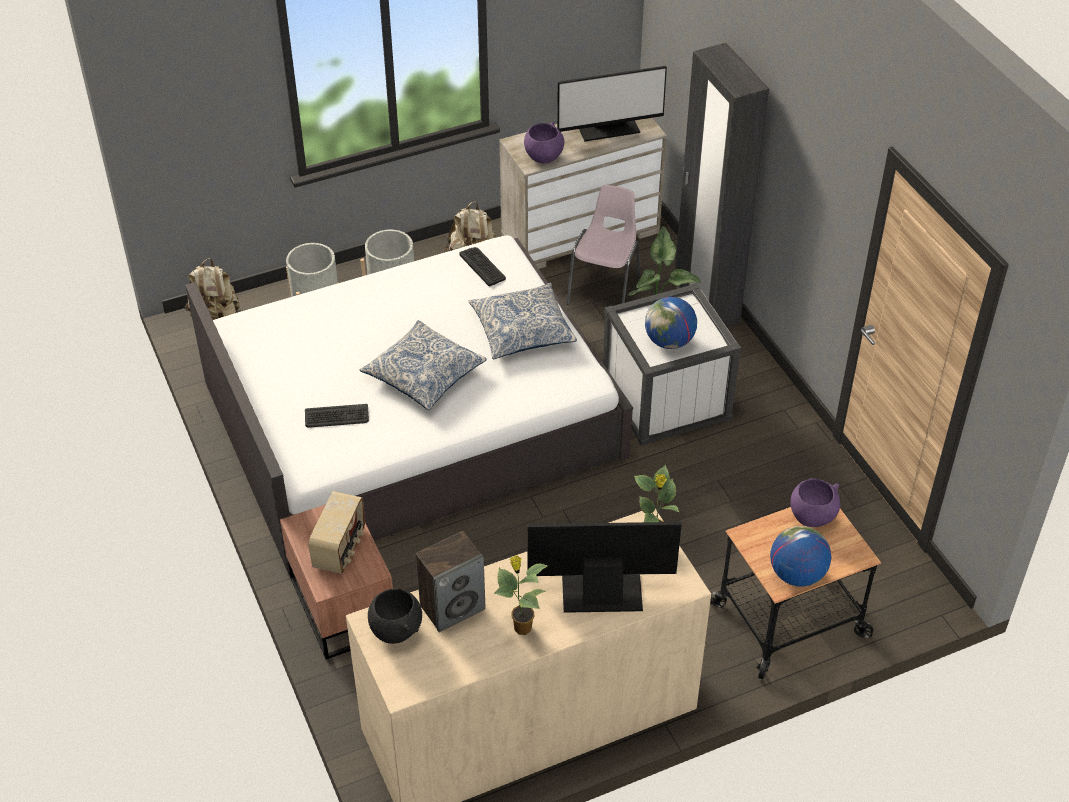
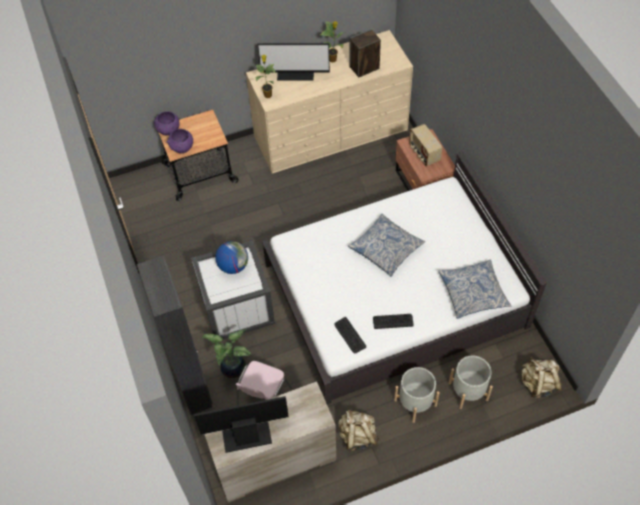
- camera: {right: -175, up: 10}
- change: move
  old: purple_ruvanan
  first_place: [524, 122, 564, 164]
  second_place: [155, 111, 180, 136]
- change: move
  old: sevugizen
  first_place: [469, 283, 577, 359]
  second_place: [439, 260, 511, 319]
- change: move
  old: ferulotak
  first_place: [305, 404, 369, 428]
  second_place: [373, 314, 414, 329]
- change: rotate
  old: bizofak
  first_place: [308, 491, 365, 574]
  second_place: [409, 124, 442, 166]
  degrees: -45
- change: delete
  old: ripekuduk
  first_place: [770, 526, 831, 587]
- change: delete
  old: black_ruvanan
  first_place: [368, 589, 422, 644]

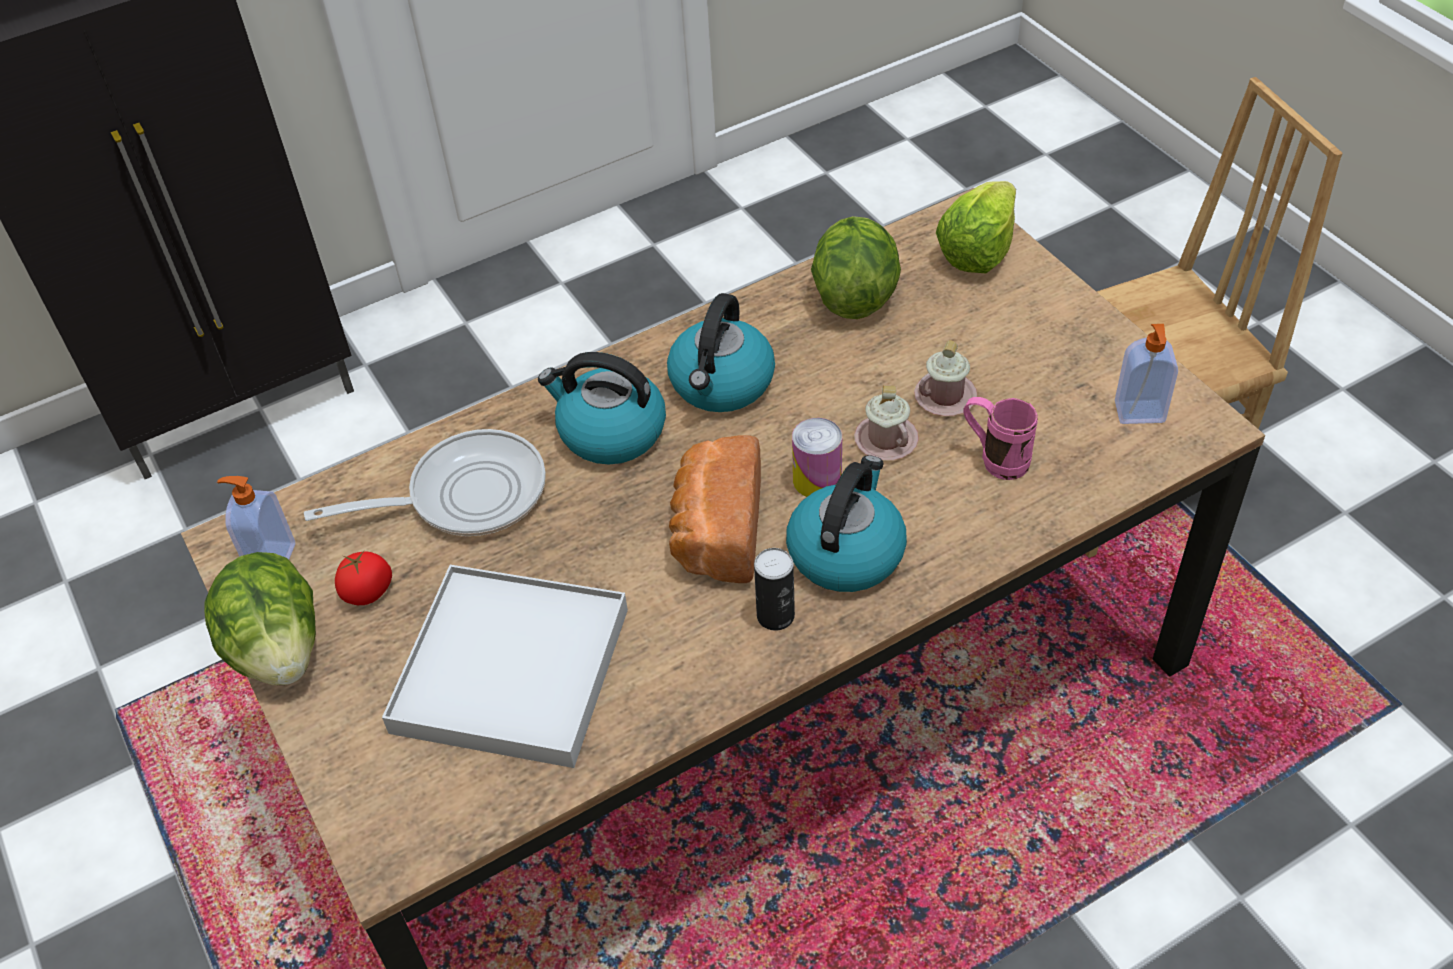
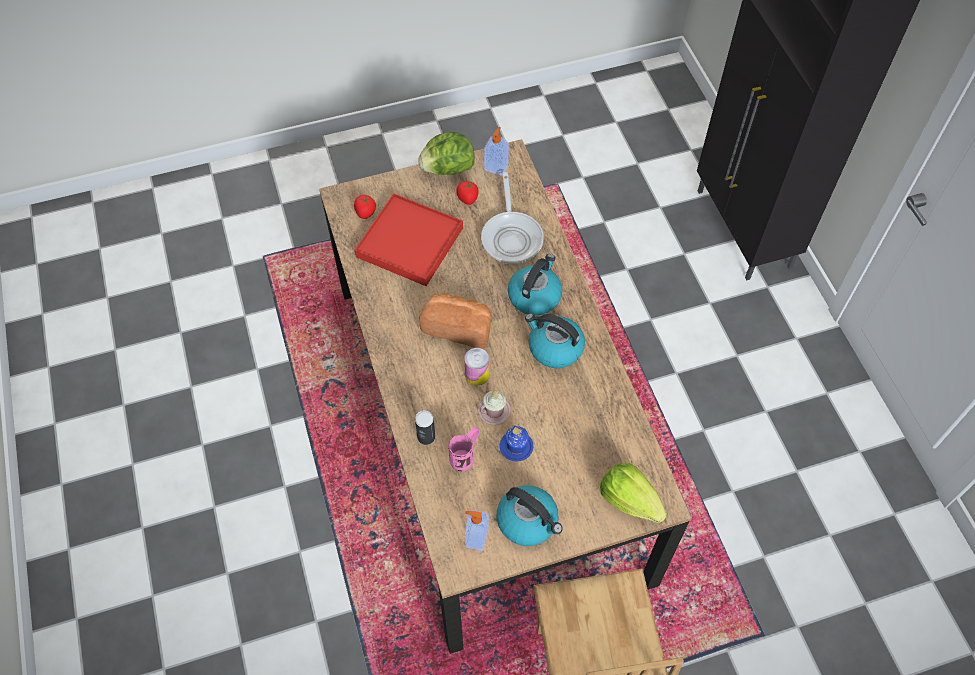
- camera: {right: 100, up: 10}
- change: delete
  old: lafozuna
  first_place: [811, 216, 901, 319]
- change: recolor
  old: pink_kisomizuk
  new: blue_kisomizuk
  first_place: [914, 340, 977, 416]
  second_place: [500, 426, 534, 461]
- change: move
  old: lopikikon
  first_place: [786, 455, 907, 592]
  second_place: [497, 485, 563, 546]
- change: move
  old: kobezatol
  first_place: [754, 548, 795, 631]
  second_place: [415, 410, 435, 445]
- change: recolor
  old: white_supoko
  new: red_supoko
  first_place: [382, 565, 628, 768]
  second_place: [355, 193, 463, 286]
- change: insert
  new: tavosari
  second_place: [354, 195, 376, 219]

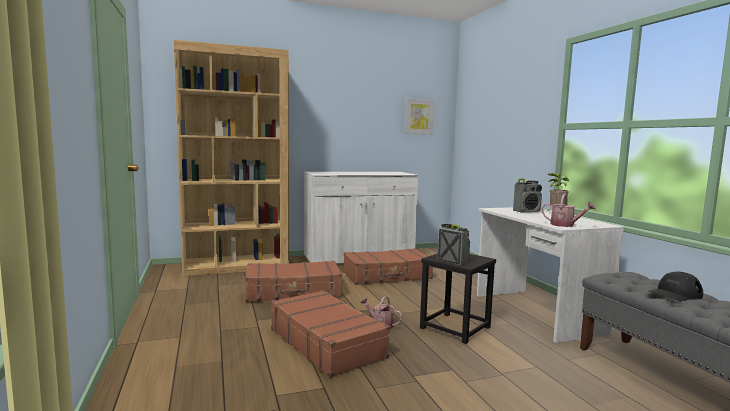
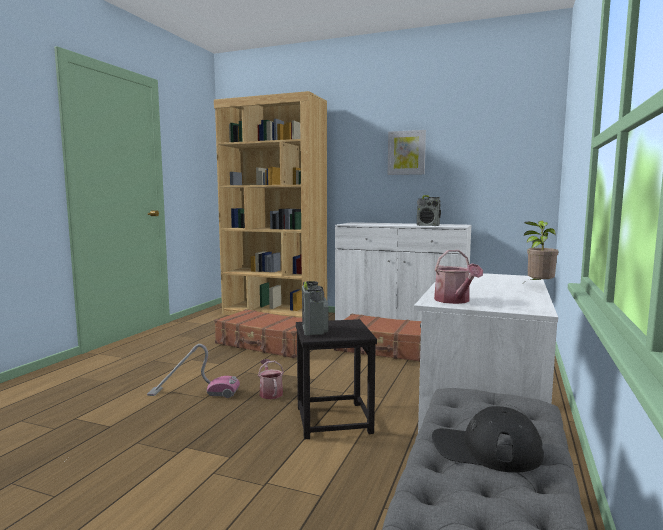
- camera: {right: 40, up: 0}
- change: move
  old: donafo
  first_place: [405, 98, 434, 134]
  second_place: [388, 130, 426, 175]
- change: move
  old: bizofak
  first_place: [513, 178, 542, 213]
  second_place: [417, 195, 441, 226]
- change: replace
  old: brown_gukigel
  new: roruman
  first_place: [271, 290, 390, 378]
  second_place: [147, 344, 240, 398]

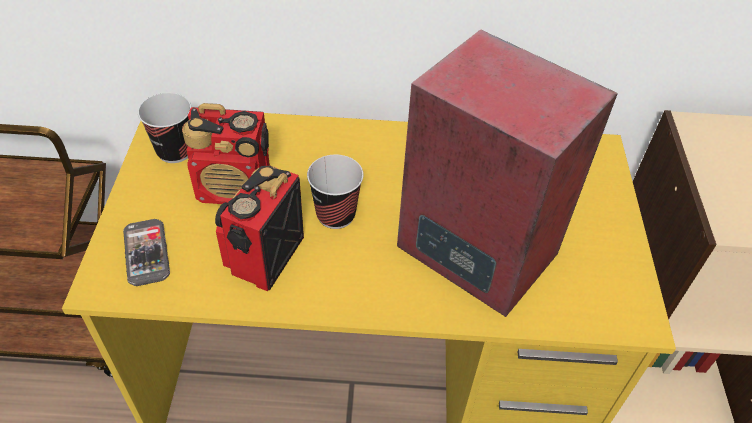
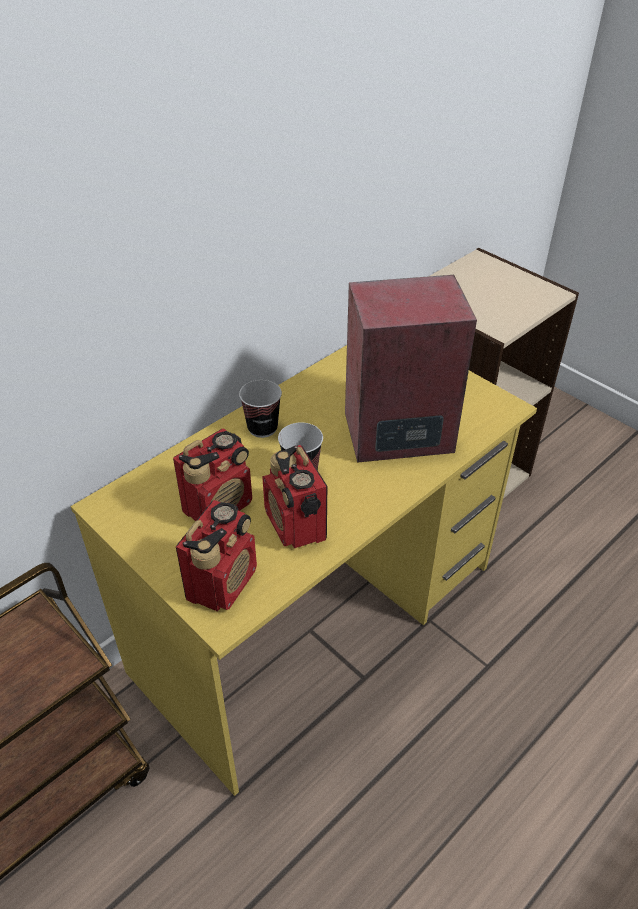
- camera: {right: -45, up: -5}
- change: move
  old: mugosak
  first_place: [138, 93, 191, 163]
  second_place: [239, 380, 282, 438]
- change: replace
  old: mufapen
  new: bizofak
  first_place: [123, 219, 170, 286]
  second_place: [176, 500, 257, 612]

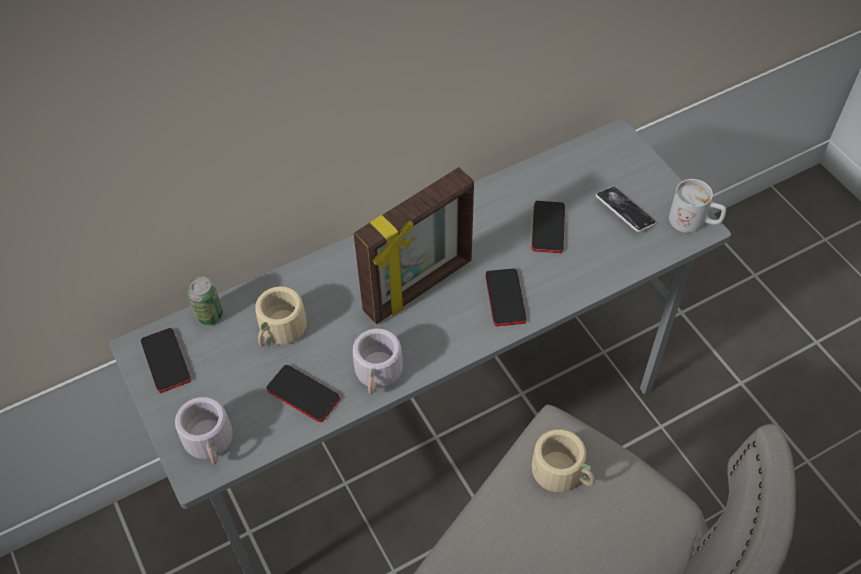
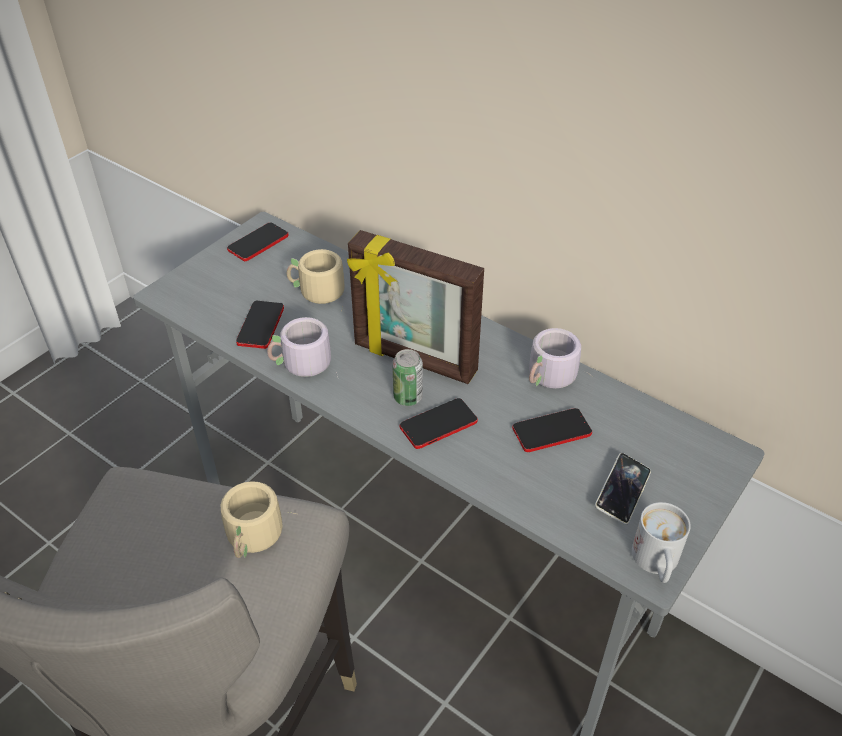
- camera: {right: 65, up: -10}
- change: move
  old: kobezatol
  first_place: [187, 276, 223, 326]
  second_place: [392, 349, 423, 406]
- change: move
  old: grey_kisomizuk
  first_place: [175, 397, 233, 465]
  second_place: [529, 328, 591, 389]

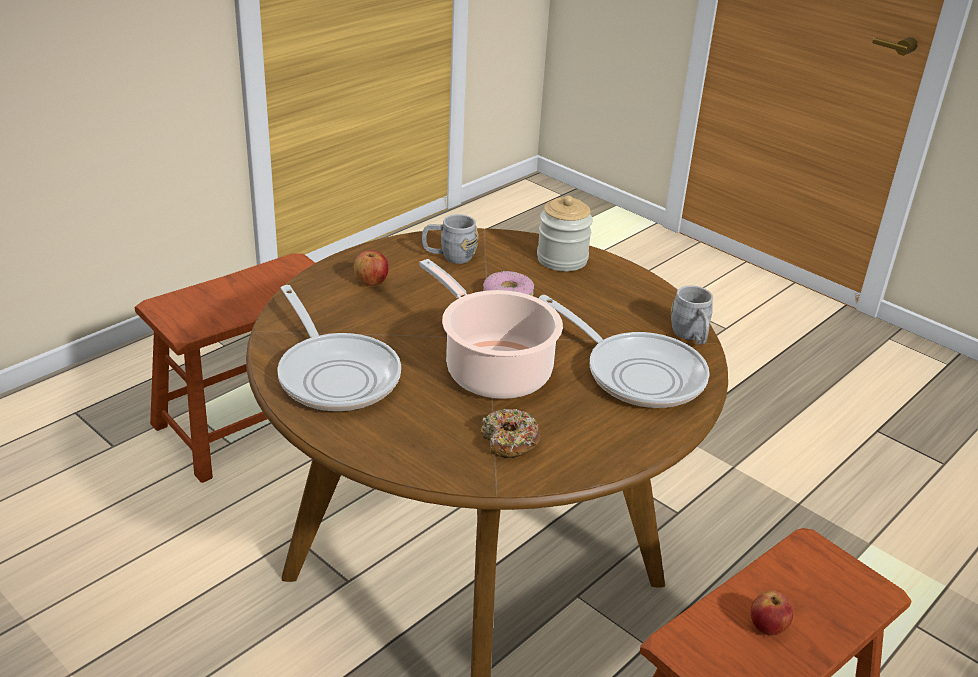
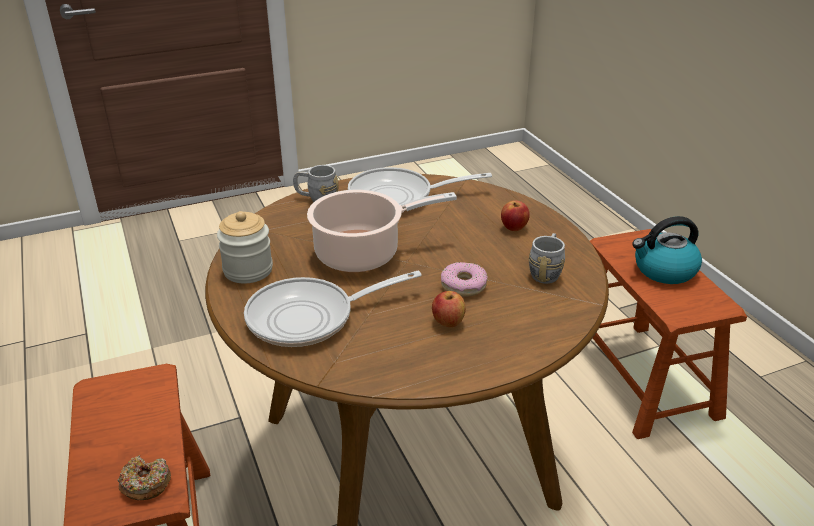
- camera: {right: 115, up: 0}
- change: move
  old: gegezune
  first_place: [537, 195, 593, 271]
  second_place: [217, 211, 273, 284]
- change: move
  old: grey_kisomizuk
  first_place: [671, 286, 713, 345]
  second_place: [293, 165, 339, 203]
- change: move
  old: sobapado
  first_place: [480, 409, 541, 458]
  second_place: [118, 455, 171, 500]
- change: move
  old: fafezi
  first_place: [750, 590, 794, 636]
  second_place: [432, 291, 466, 327]
- change: insert
  new: lopikikon
  second_place: [632, 216, 702, 284]

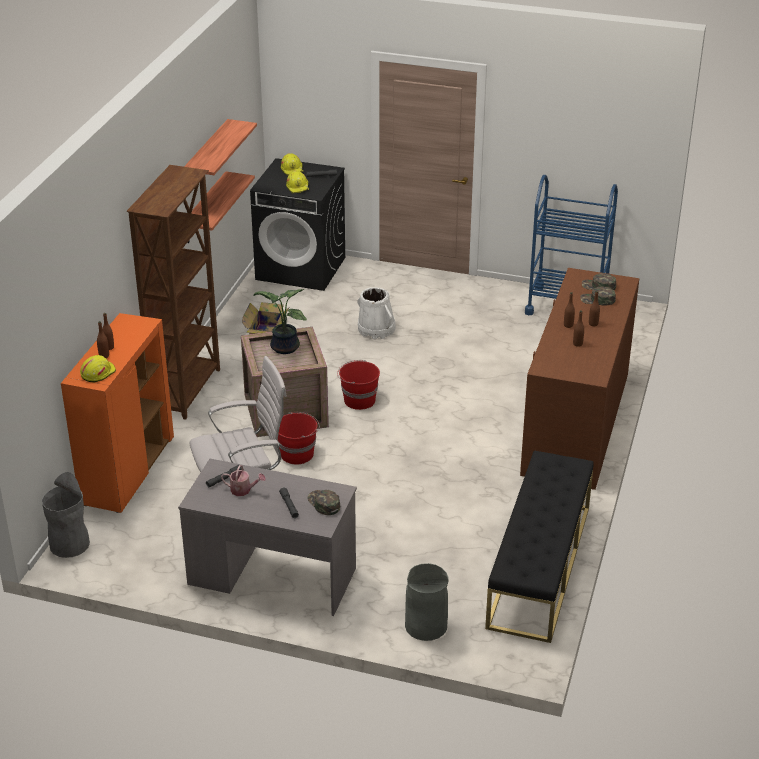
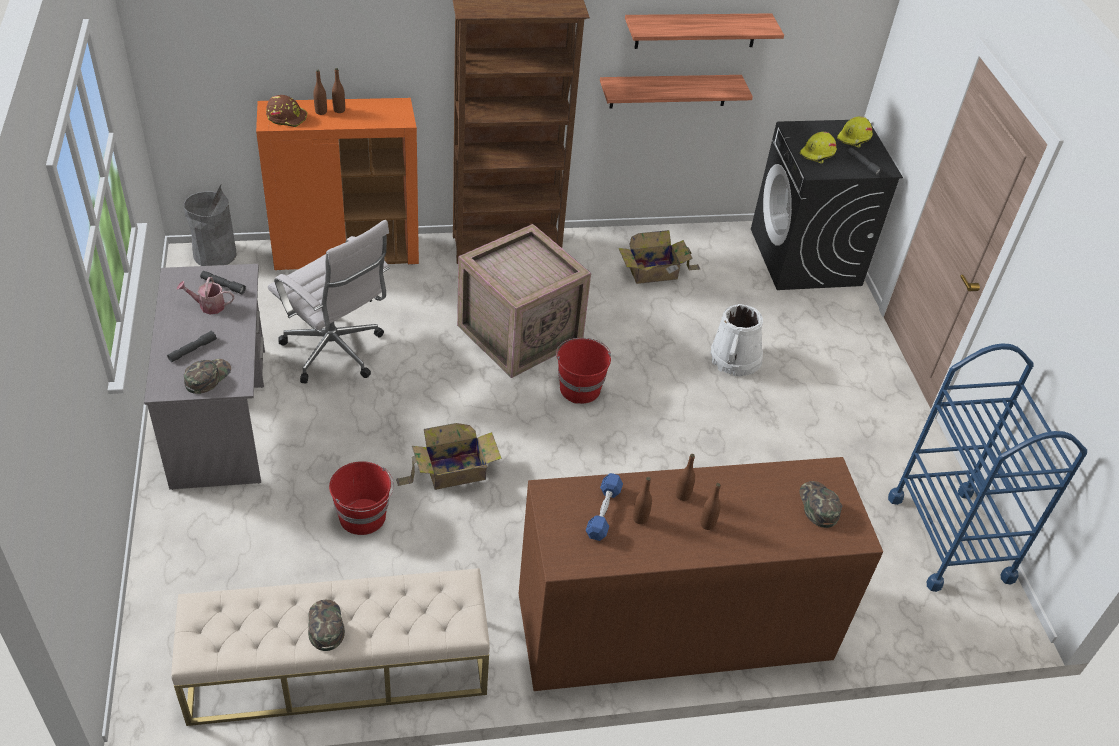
- camera: {right: 60, up: 10}
- change: move
  old: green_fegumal
  first_place: [580, 287, 616, 306]
  second_place: [308, 600, 345, 651]
- change: delete
  old: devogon
  first_place: [253, 289, 307, 354]
- change: recolor
  old: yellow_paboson
  new: brown_paboson
  first_place: [80, 355, 116, 382]
  second_place: [266, 95, 307, 127]
- change: move
  old: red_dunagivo
  first_place: [278, 412, 320, 464]
  second_place: [329, 461, 394, 535]
- change: recolor
  old: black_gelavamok
  new: beige_gelavamok
  first_place: [485, 450, 594, 643]
  second_place: [171, 568, 490, 726]
- change: rotate
  old: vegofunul
  first_place: [221, 465, 266, 496]
  second_place: [177, 277, 234, 314]
  degrees: 105
- change: delete
  old: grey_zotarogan
  first_place: [405, 563, 449, 641]
- change: insert
  new: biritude
  second_place: [396, 423, 502, 490]
- change: insert
  new: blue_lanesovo
  second_place: [586, 473, 623, 541]

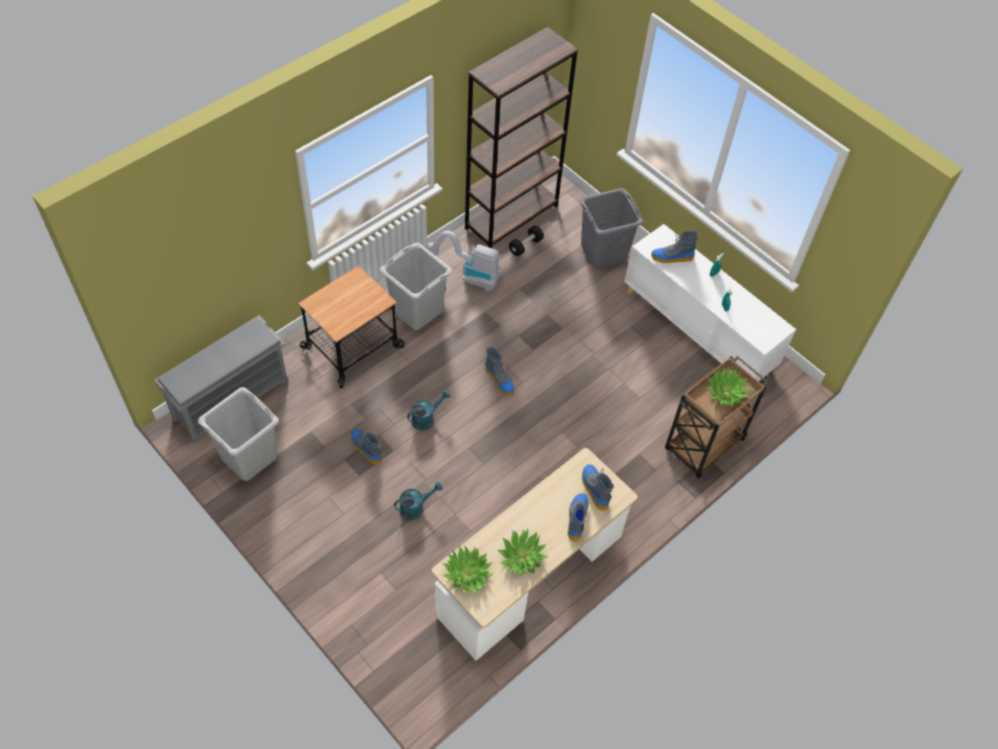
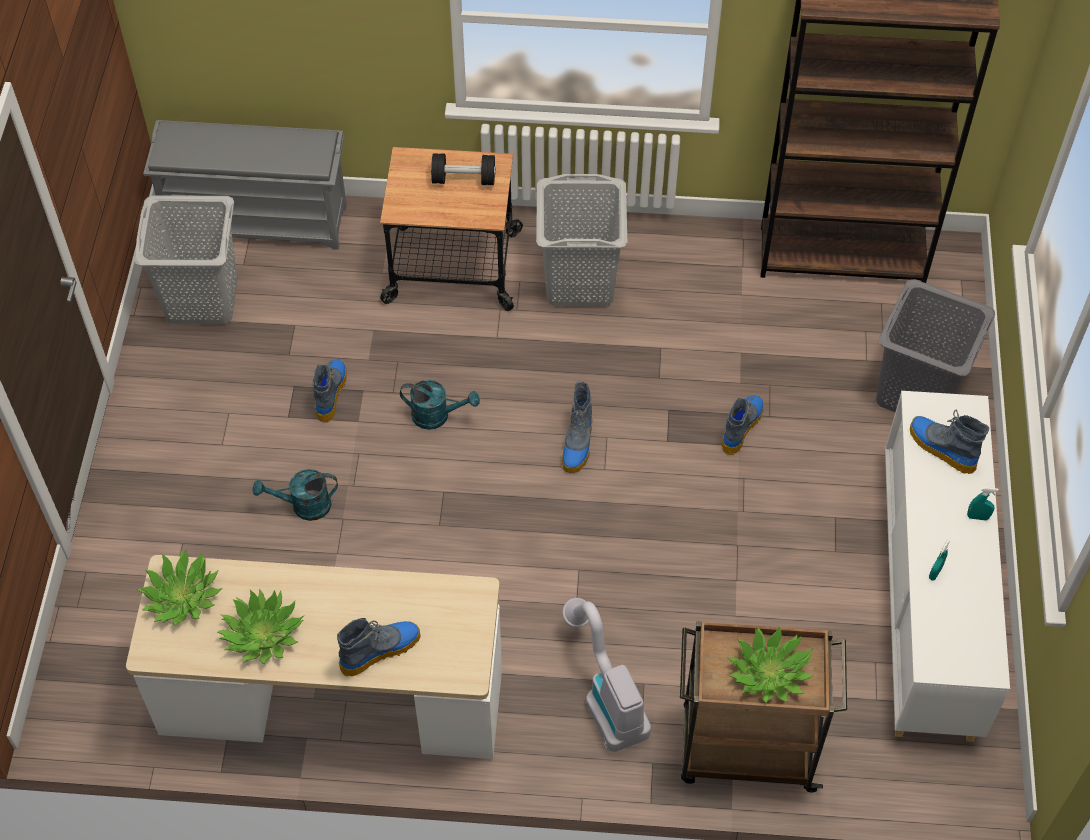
- camera: {right: 50, up: 0}
- change: move
  old: black_lanesovo
  first_place: [509, 225, 544, 256]
  second_place: [431, 153, 496, 185]
- change: move
  old: roruman
  first_place: [426, 231, 500, 291]
  second_place: [563, 598, 651, 752]
- change: move
  old: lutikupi
  first_place: [582, 464, 614, 511]
  second_place: [721, 395, 764, 455]
- change: rotate
  old: turquoise_vegofunul
  first_place: [394, 482, 443, 520]
  second_place: [253, 469, 338, 521]
  degrees: 150

